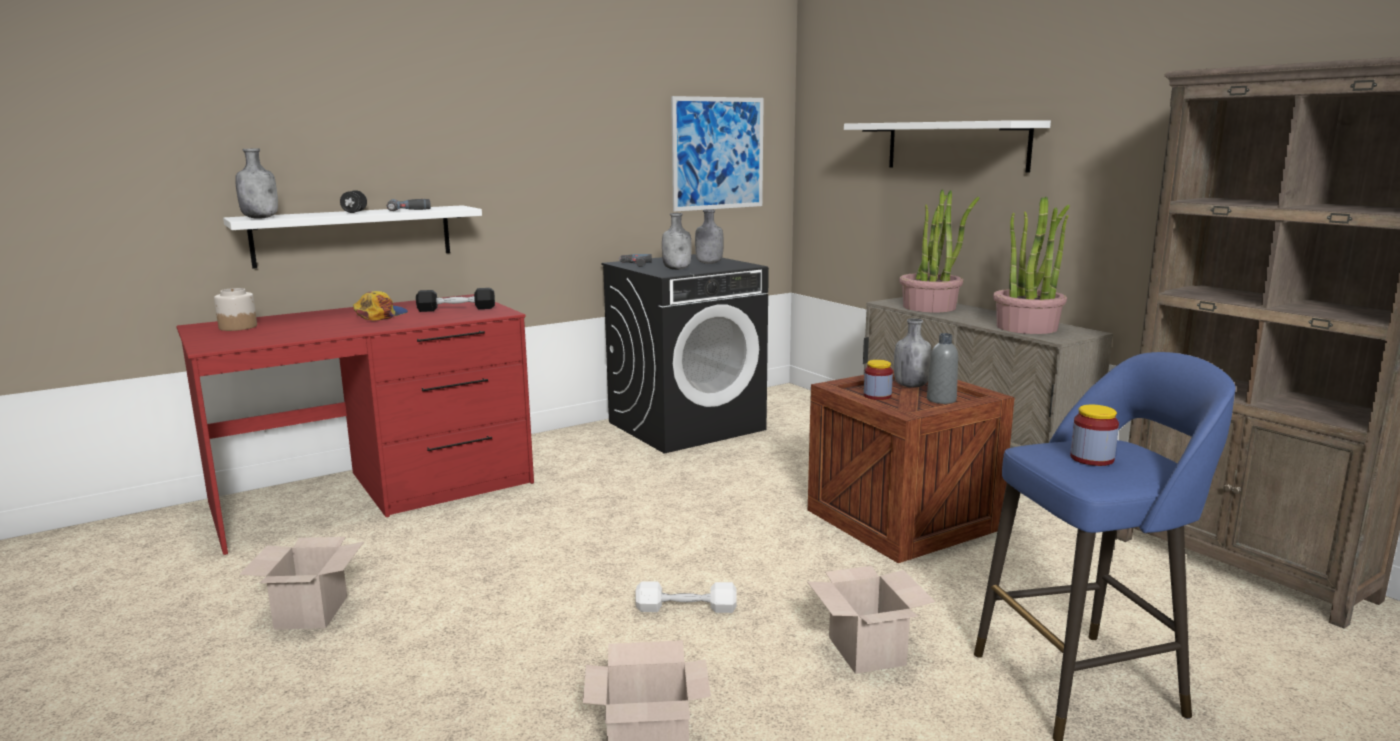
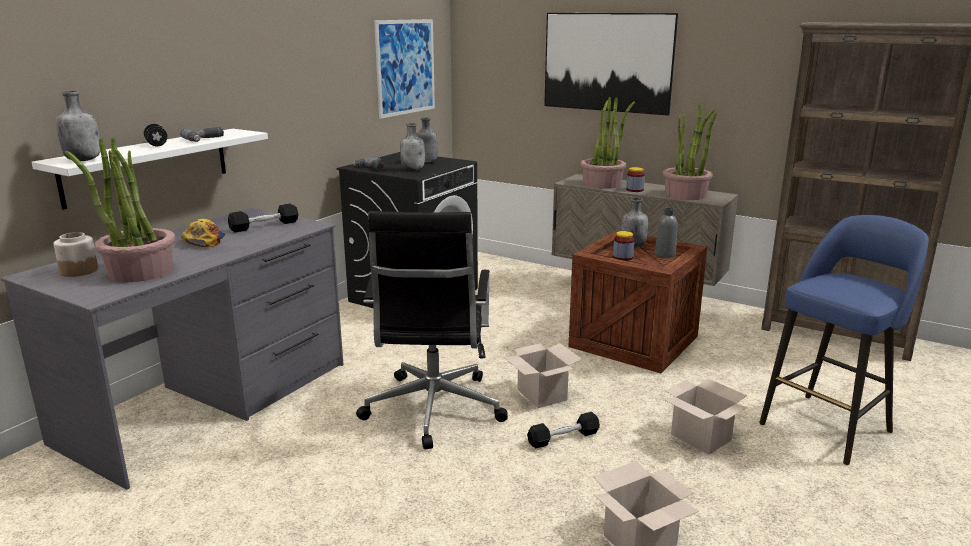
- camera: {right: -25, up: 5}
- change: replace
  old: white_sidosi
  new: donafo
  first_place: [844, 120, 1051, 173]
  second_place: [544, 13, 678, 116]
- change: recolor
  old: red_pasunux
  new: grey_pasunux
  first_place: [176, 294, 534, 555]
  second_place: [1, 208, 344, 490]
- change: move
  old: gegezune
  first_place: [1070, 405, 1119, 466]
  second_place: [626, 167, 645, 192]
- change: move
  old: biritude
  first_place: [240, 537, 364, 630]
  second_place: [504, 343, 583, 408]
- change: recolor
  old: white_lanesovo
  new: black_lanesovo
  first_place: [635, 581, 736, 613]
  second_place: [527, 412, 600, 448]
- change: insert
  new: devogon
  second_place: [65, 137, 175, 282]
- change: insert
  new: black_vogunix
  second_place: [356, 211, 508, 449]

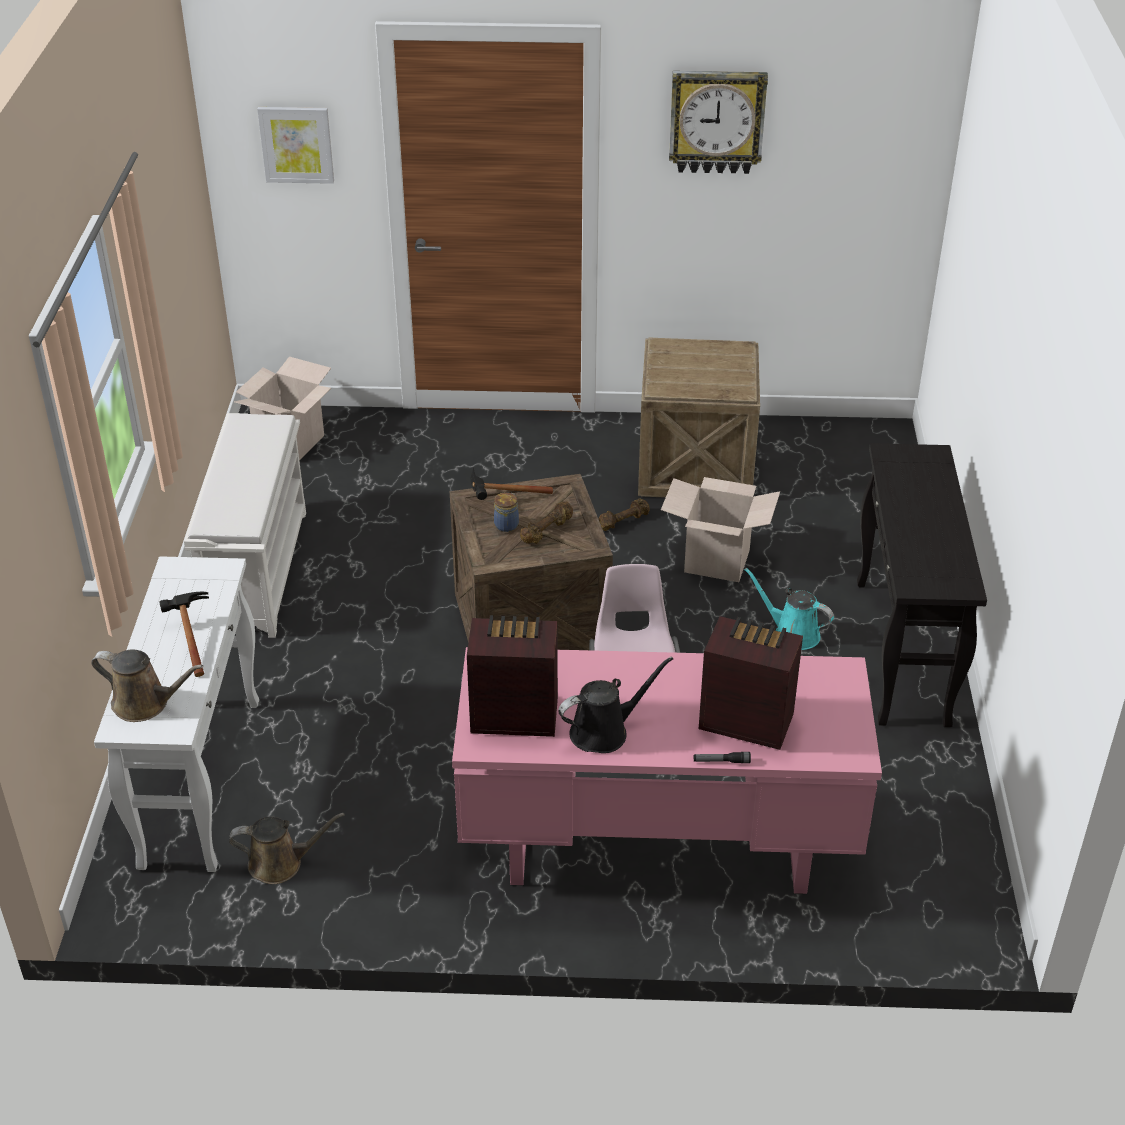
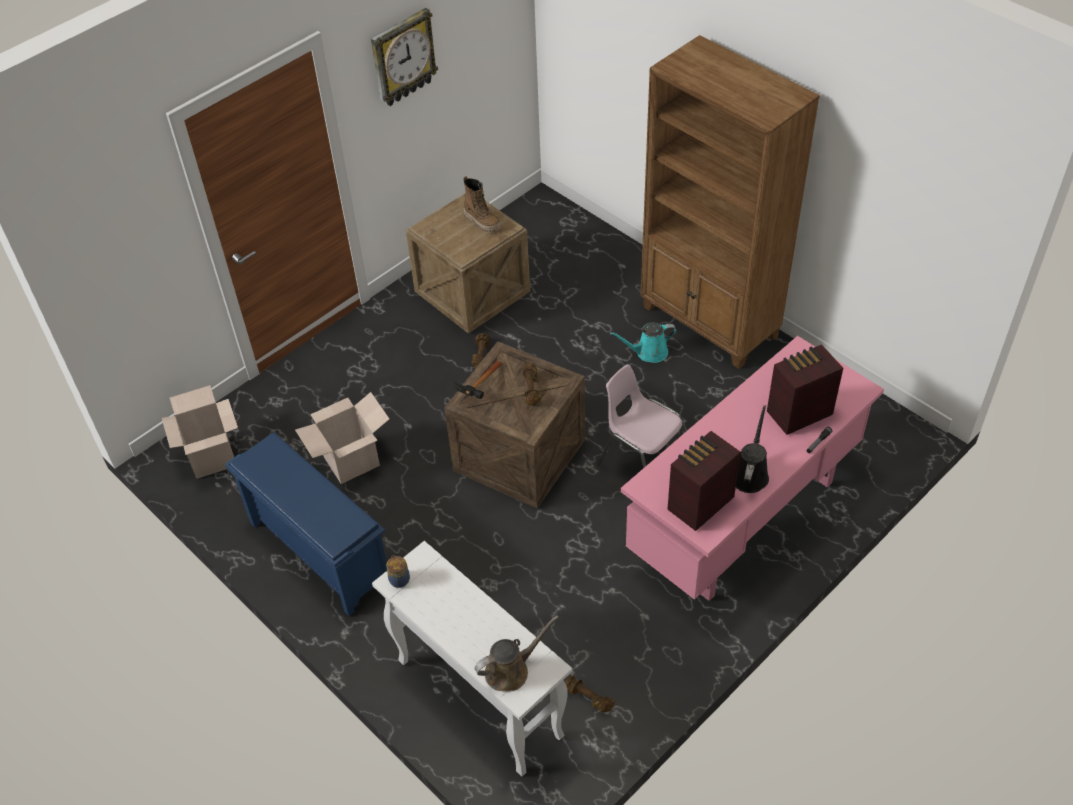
- camera: {right: -45, up: 10}
- change: delete
  old: donafo
  first_place: [257, 107, 334, 184]
- change: recolor
  old: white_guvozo
  new: blue_guvozo
  first_place: [184, 413, 306, 638]
  second_place: [225, 433, 387, 616]
- change: replace
  old: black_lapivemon
  new: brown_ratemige
  first_place: [857, 443, 987, 728]
  second_place: [641, 35, 820, 369]
- change: move
  old: biritude
  first_place: [661, 477, 780, 582]
  second_place: [295, 392, 389, 484]
- change: move
  old: gegezune
  first_place: [494, 492, 519, 532]
  second_place: [386, 555, 410, 588]
- change: delete
  old: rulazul
  first_place: [159, 592, 209, 677]
- change: replace
  old: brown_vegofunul
  new: brown_lanesovo
  first_place: [229, 813, 345, 884]
  second_place: [565, 676, 614, 712]
- change: insert
  new: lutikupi
  second_place: [463, 176, 501, 232]

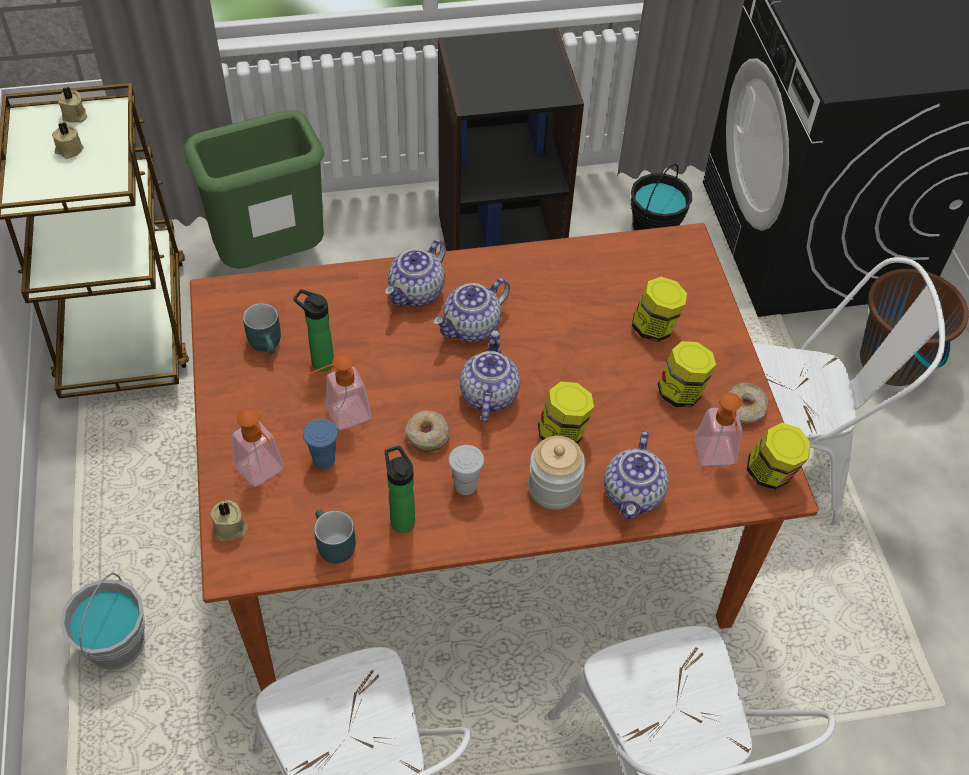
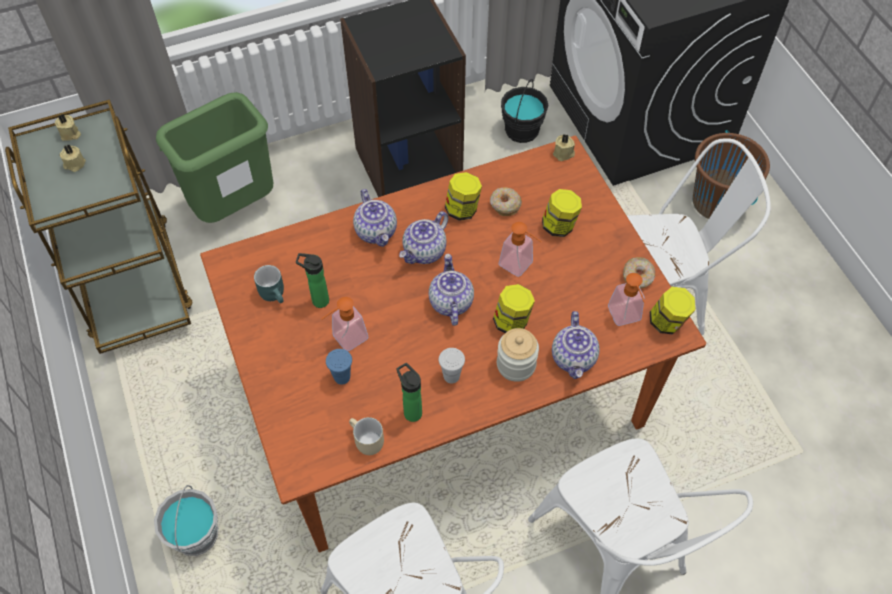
- camera: {right: -10, up: 5}
- change: rotate
  old: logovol
  first_place: [385, 239, 446, 306]
  second_place: [353, 189, 397, 247]
  degrees: -45
- change: move
  old: gegezune
  first_place: [658, 341, 716, 407]
  second_place: [445, 172, 482, 221]
- change: move
  old: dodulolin
  first_place: [232, 408, 284, 487]
  second_place: [499, 222, 542, 277]
- change: move
  old: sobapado
  first_place: [405, 411, 450, 453]
  second_place: [490, 187, 522, 216]
- change: move
  old: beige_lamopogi
  first_place: [210, 500, 248, 541]
  second_place: [553, 134, 575, 161]
- change: recolor
  old: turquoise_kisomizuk
  new: beige_kisomizuk
  first_place: [314, 510, 356, 563]
  second_place: [349, 417, 384, 455]

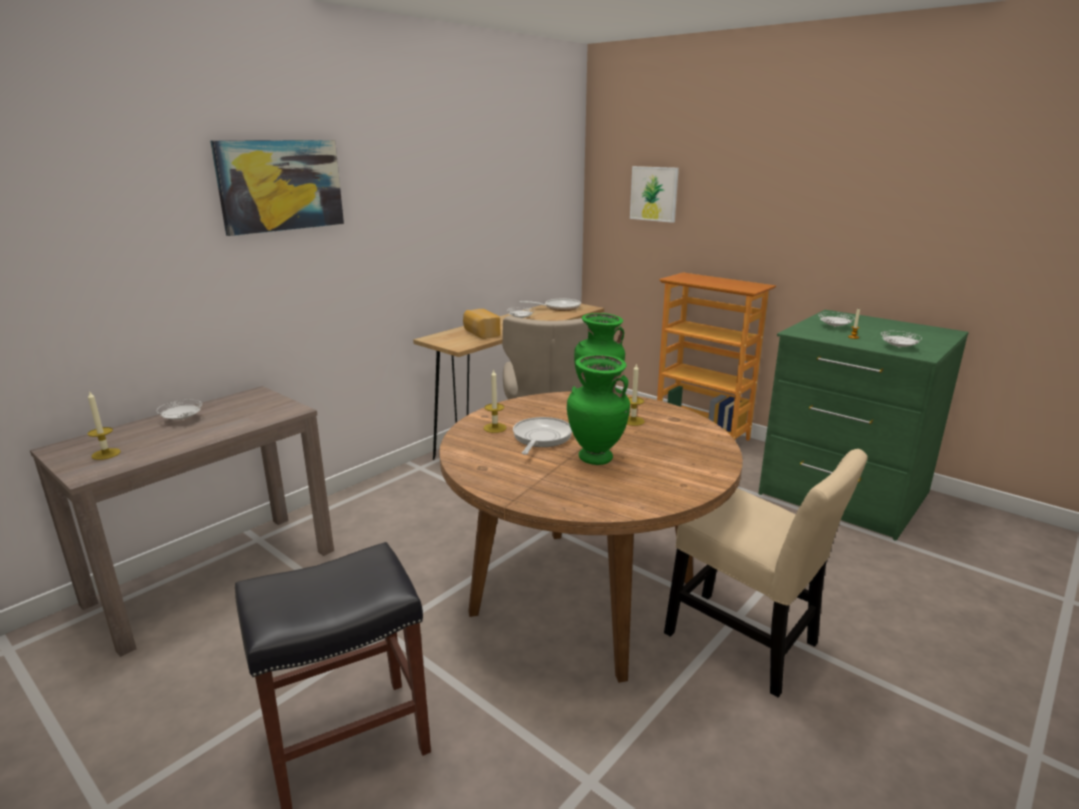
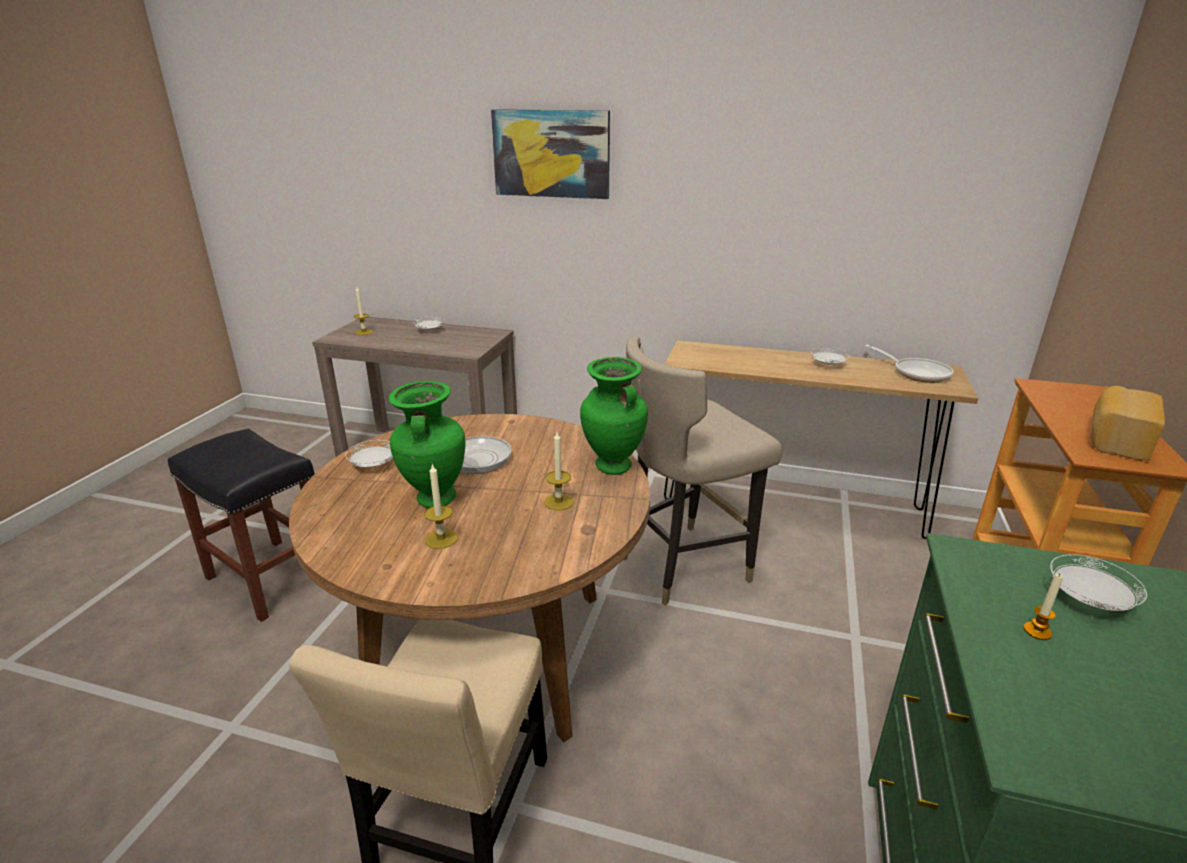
- camera: {right: 65, up: 5}
- change: delete
  old: donafo
  first_place: [630, 166, 679, 223]
- change: move
  old: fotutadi
  first_place: [463, 309, 500, 339]
  second_place: [1091, 386, 1165, 461]
- change: move
  old: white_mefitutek
  first_place: [881, 331, 922, 348]
  second_place: [345, 440, 393, 467]
- change: move
  old: lamopogi
  first_place: [484, 369, 507, 433]
  second_place: [424, 463, 458, 549]

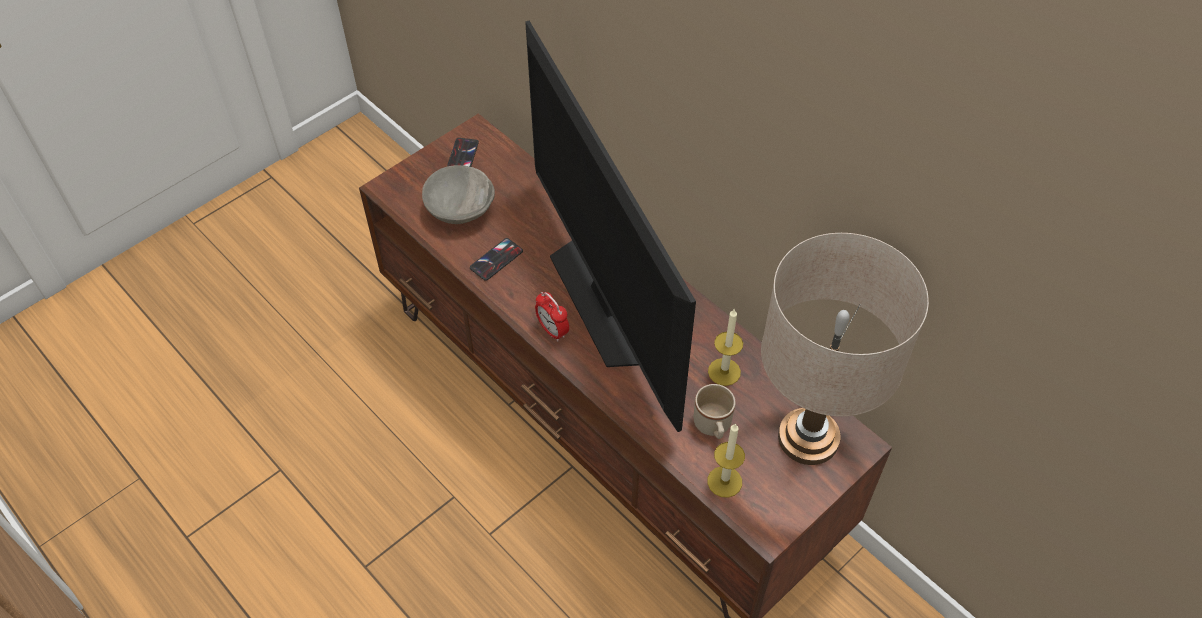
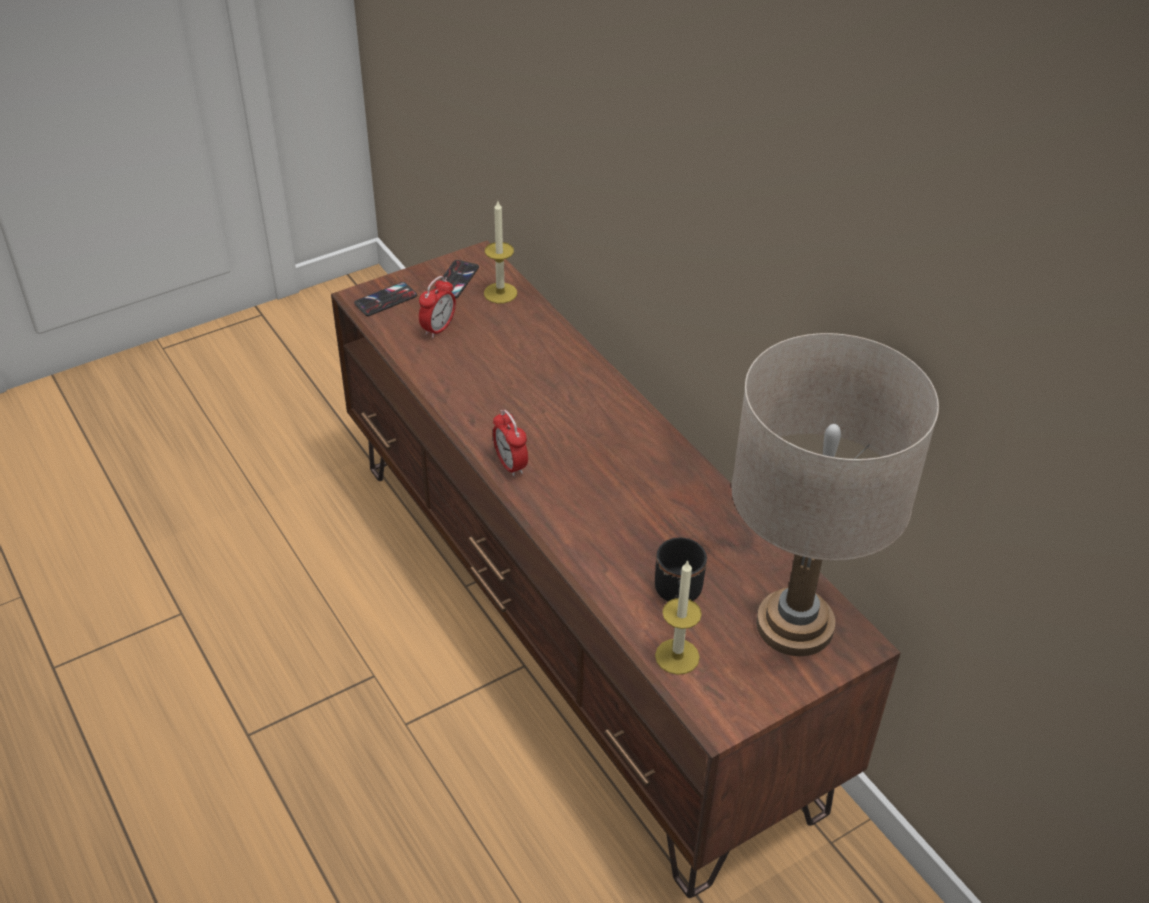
- camera: {right: 10, up: -10}
- change: delete
  old: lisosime
  first_place: [525, 21, 696, 432]
- change: replace
  old: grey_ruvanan
  new: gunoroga
  first_place: [422, 165, 495, 224]
  second_place: [419, 276, 456, 338]
- change: move
  old: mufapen
  first_place: [470, 238, 523, 281]
  second_place: [354, 282, 417, 316]
- change: move
  old: lamopogi
  first_place: [708, 309, 743, 386]
  second_place: [484, 201, 517, 303]
- change: recolor
  old: beige_kisomizuk
  new: black_kisomizuk
  first_place: [694, 384, 736, 439]
  second_place: [655, 538, 707, 601]

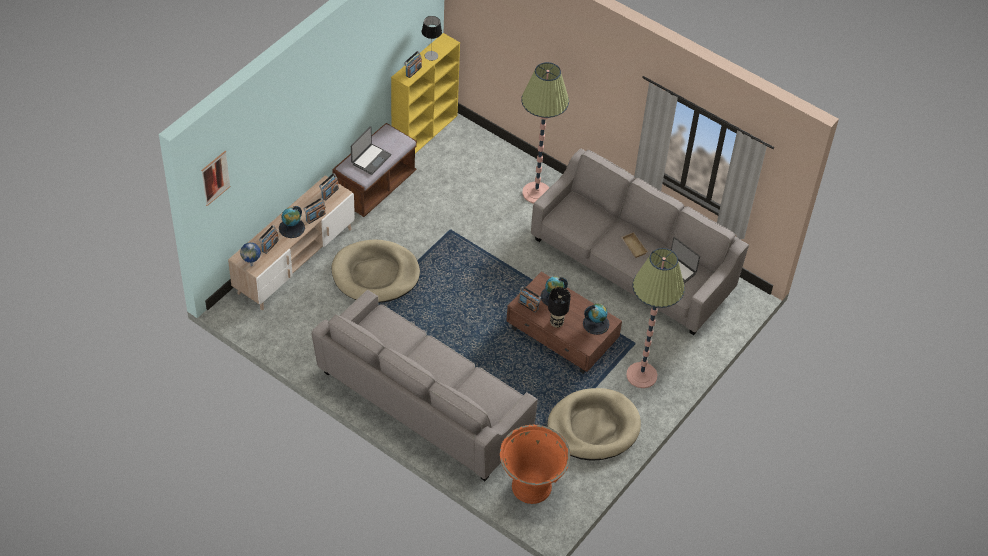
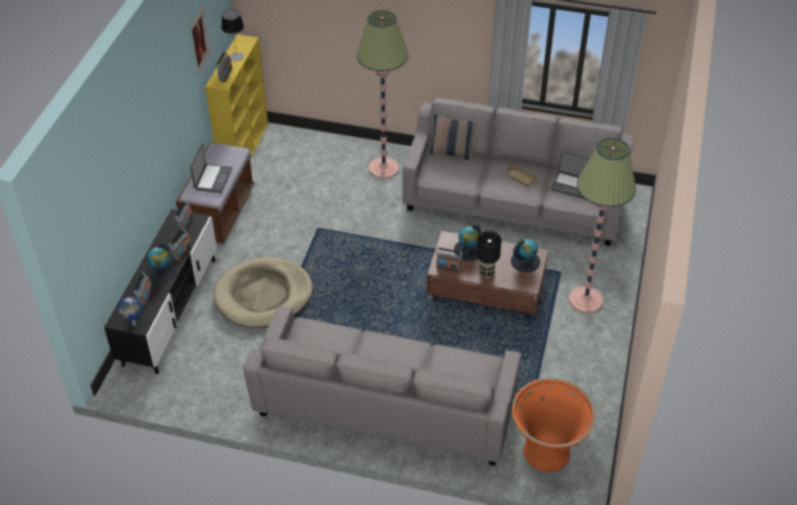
- camera: {right: -20, up: -5}
- change: move
  old: donafo
  first_place: [201, 151, 231, 206]
  second_place: [190, 8, 211, 73]
- change: recolor
  old: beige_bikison
  new: black_bikison
  first_place: [228, 175, 355, 310]
  second_place: [104, 209, 217, 374]
- change: delete
  old: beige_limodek
  first_place: [547, 388, 641, 461]
- change: insert
  new: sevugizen
  second_place: [430, 115, 477, 161]

